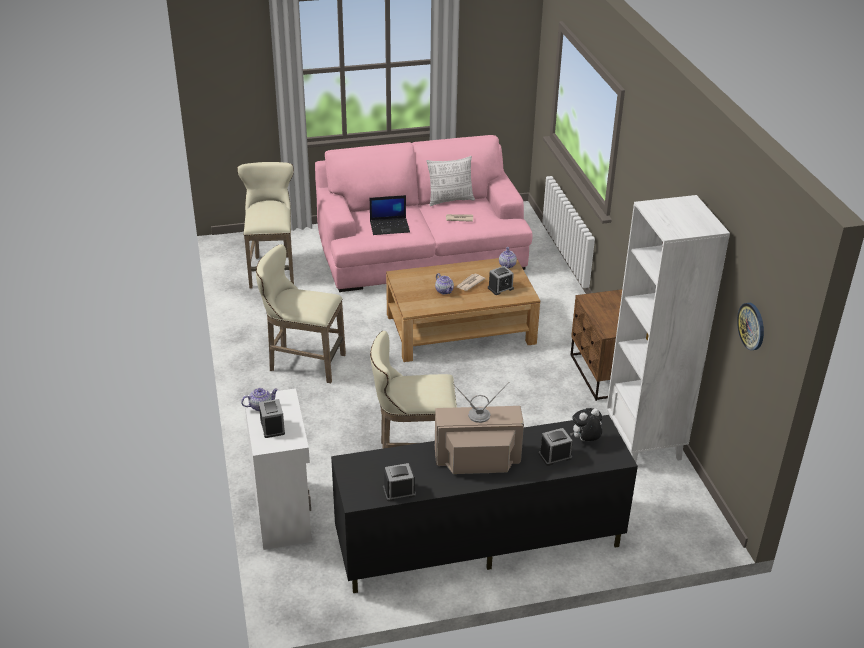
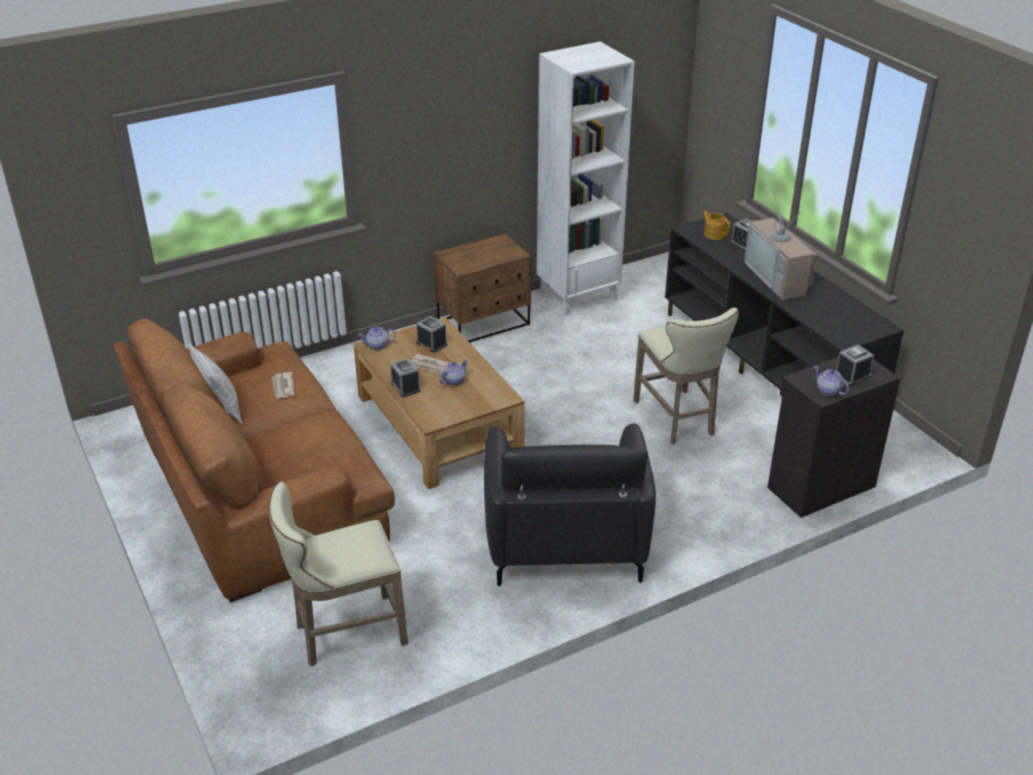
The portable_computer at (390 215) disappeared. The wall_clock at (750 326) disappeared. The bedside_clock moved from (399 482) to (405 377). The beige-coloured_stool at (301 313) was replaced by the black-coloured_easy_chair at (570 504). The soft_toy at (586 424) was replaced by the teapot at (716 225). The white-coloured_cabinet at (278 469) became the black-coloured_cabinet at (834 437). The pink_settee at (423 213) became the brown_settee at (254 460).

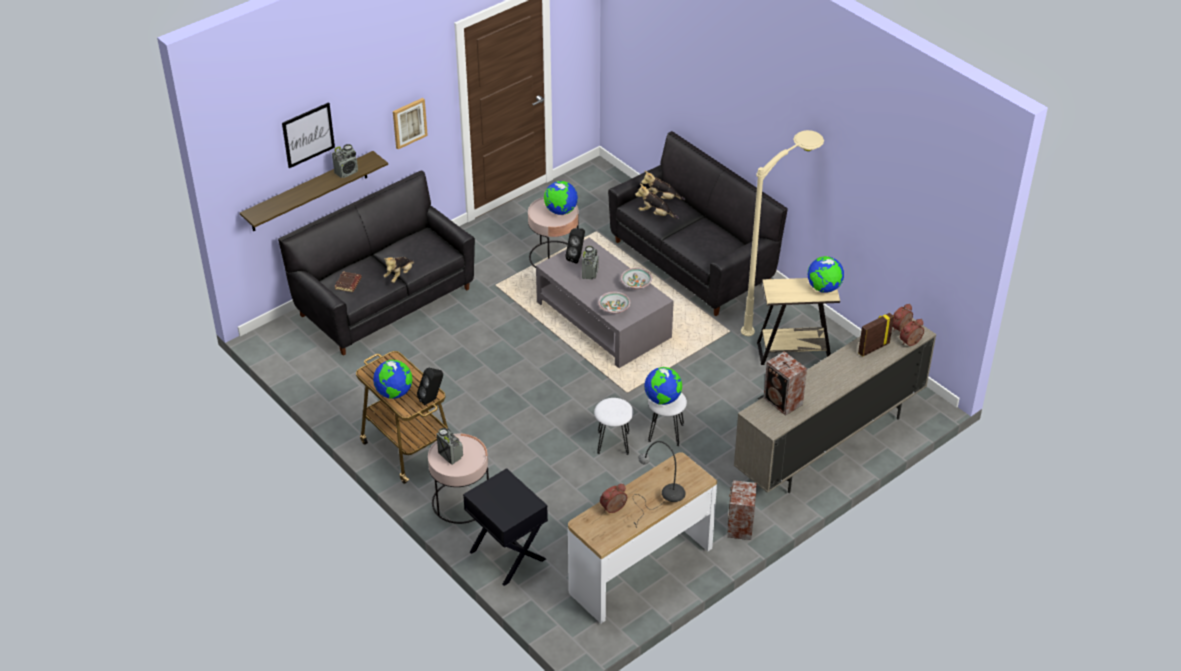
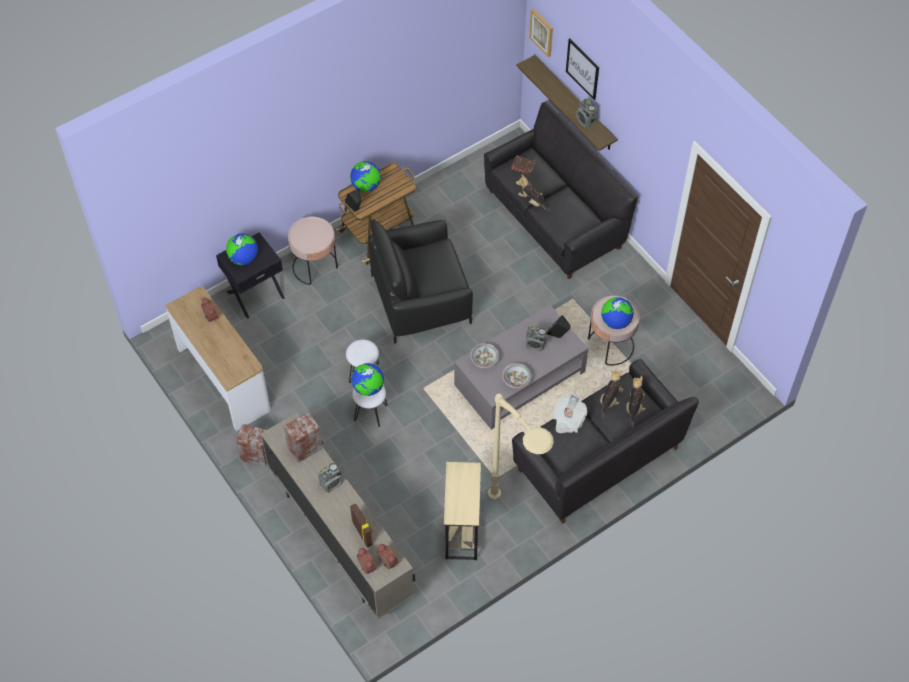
The greyish_tabletop_lamp at (659 484) disappeared. The black-coloured_easy_chair at (420 281) appeared. The daily_paper at (570 413) appeared. The picture moved from (410 123) to (541 33). The radio_set moved from (450 446) to (330 478). The desk_globe moved from (825 274) to (242 249).

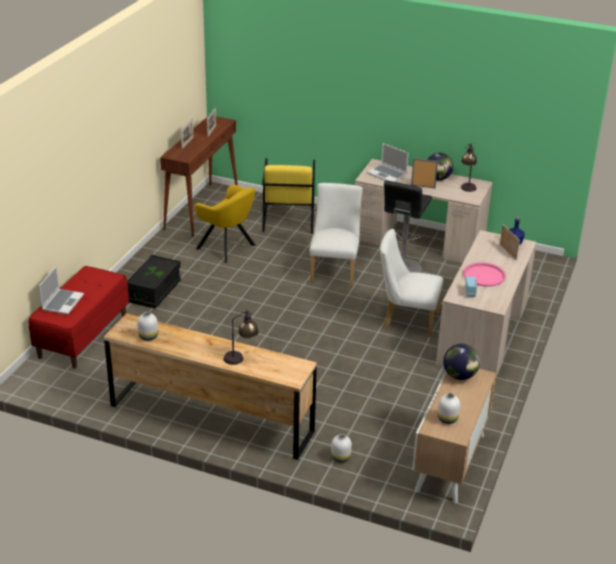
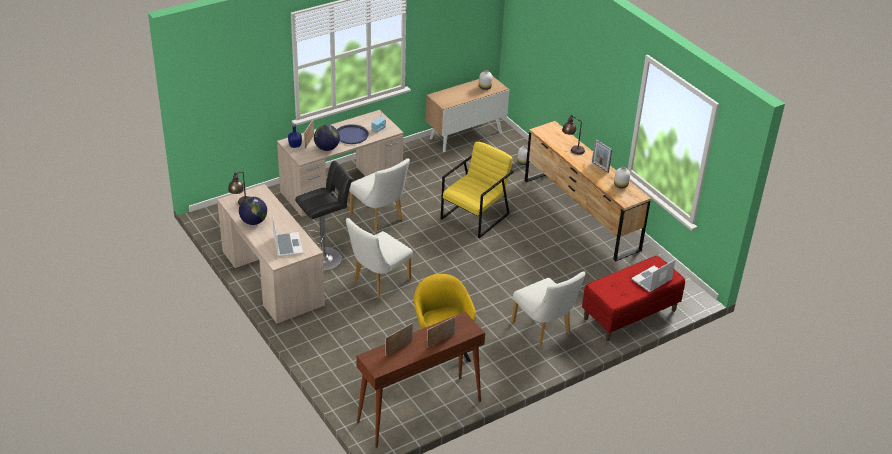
The yellow-coloured_easy_chair moved from (288 196) to (477 190). The picture_frame moved from (424 173) to (602 156). The desk_globe moved from (461 362) to (327 138). The black-coloured_storage_bin at (154 281) was replaced by the white-coloured_upright_chair at (549 309). The pink_carrying_tray at (484 274) became the blue_carrying_tray at (353 134).

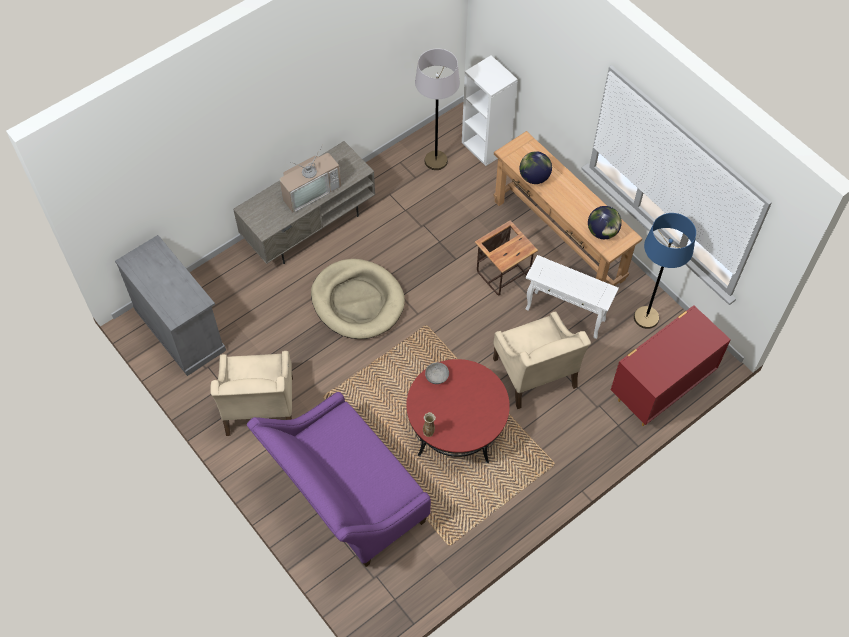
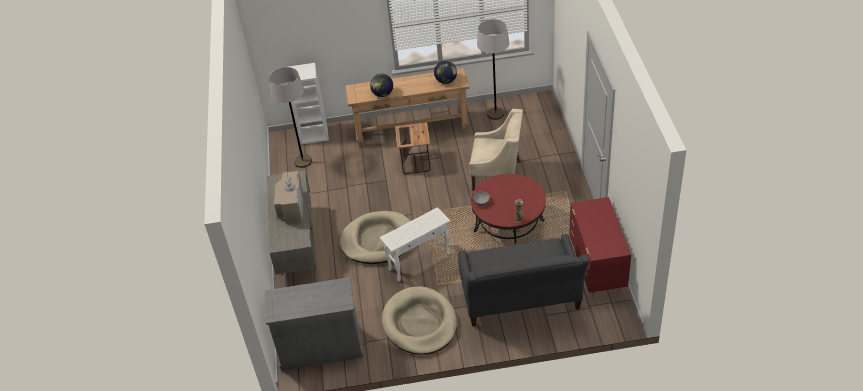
The white-coloured_side_table moved from (572 297) to (415 244). The red-coloured_chest_of_drawers moved from (671 365) to (600 247). The beige-coloured_easy_chair at (252 393) was replaced by the beige-coloured_pet_bed at (419 320). The purple_settee at (339 479) became the greyish_settee at (524 280). The blue_standing_lamp at (665 271) became the greyish_standing_lamp at (493 69).

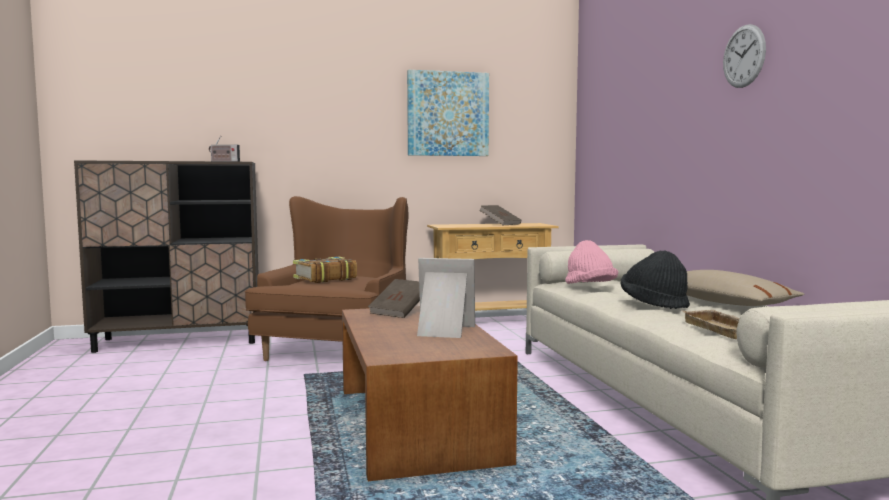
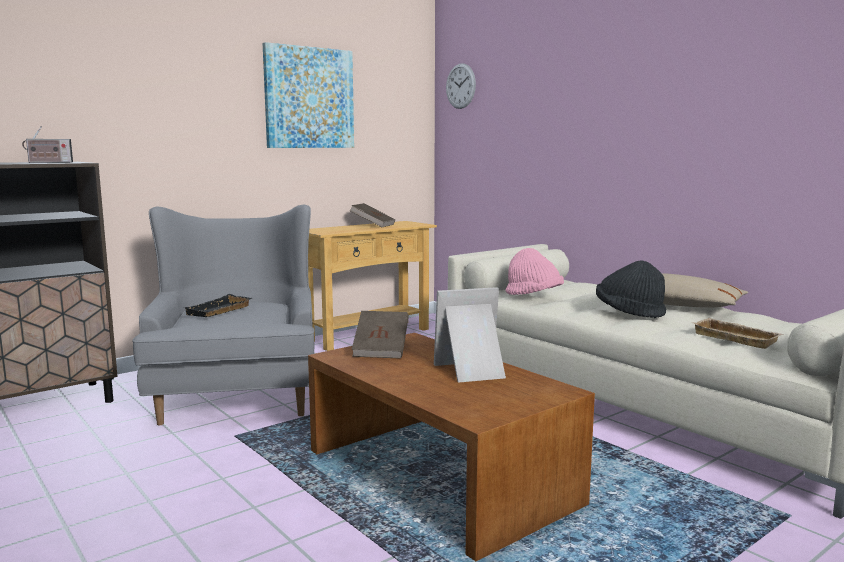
The wall_clock moved from (744 56) to (461 86). The volume at (325 270) was replaced by the black-coloured_carrying_tray at (217 305). The brown_easy_chair at (326 278) became the greyish_easy_chair at (223 315).

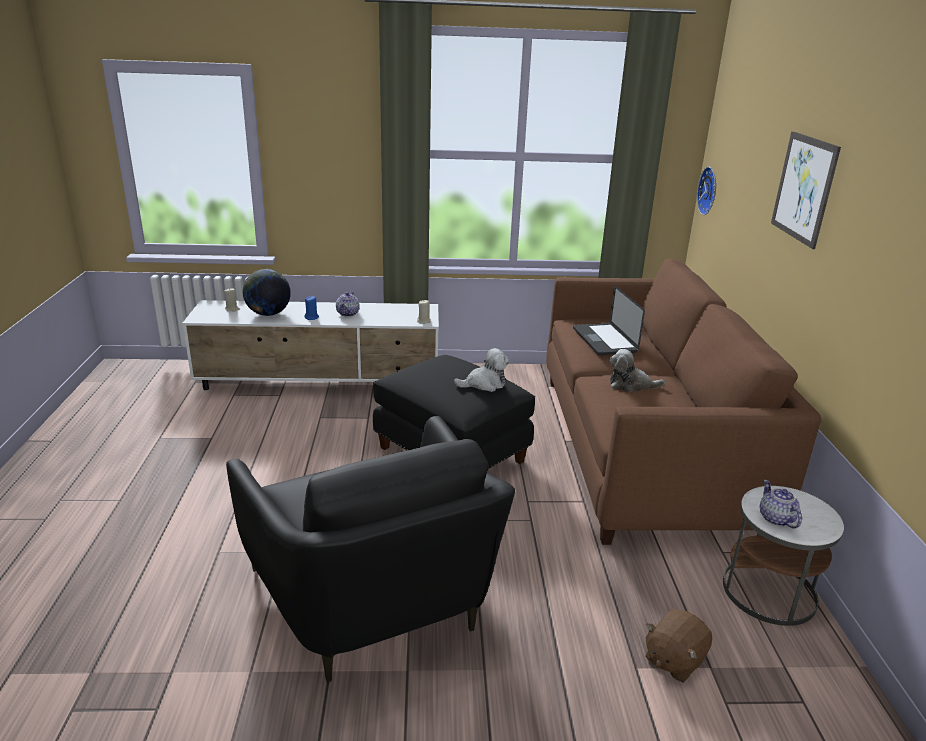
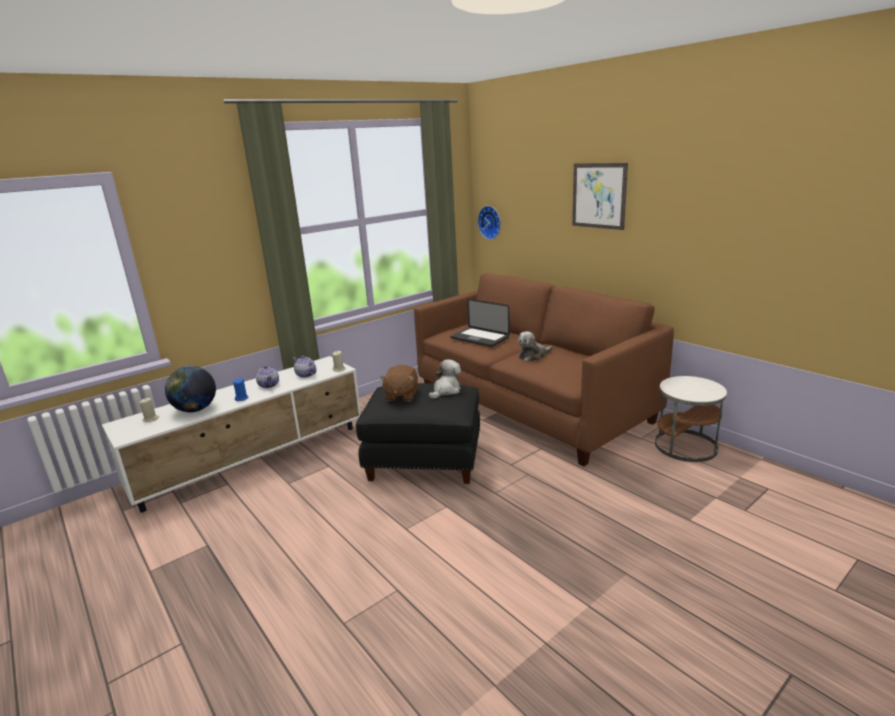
The black-coloured_easy_chair at (370 549) disappeared. The brown_soft_toy moved from (678 646) to (399 383). The teapot moved from (781 504) to (305 367).

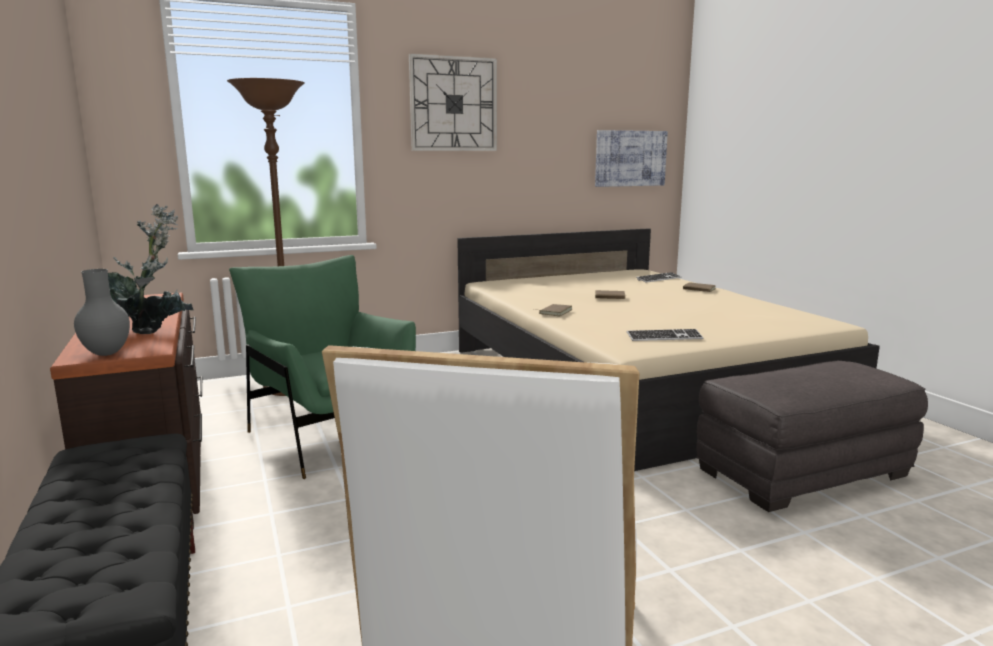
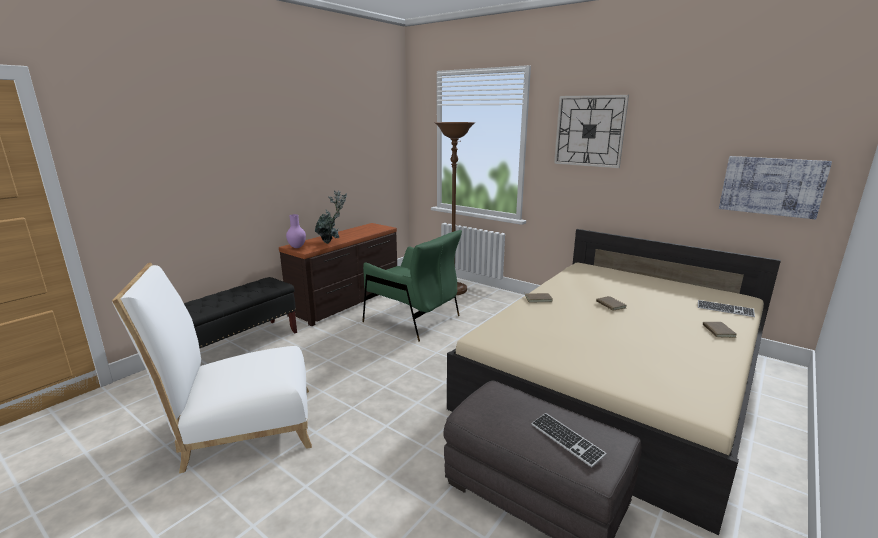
The computer_keyboard moved from (665 335) to (569 440). The greyish_flower_vase at (102 312) became the purple_flower_vase at (296 231). The green-coloured_easy_chair at (322 367) turned 105 degrees clockwise.

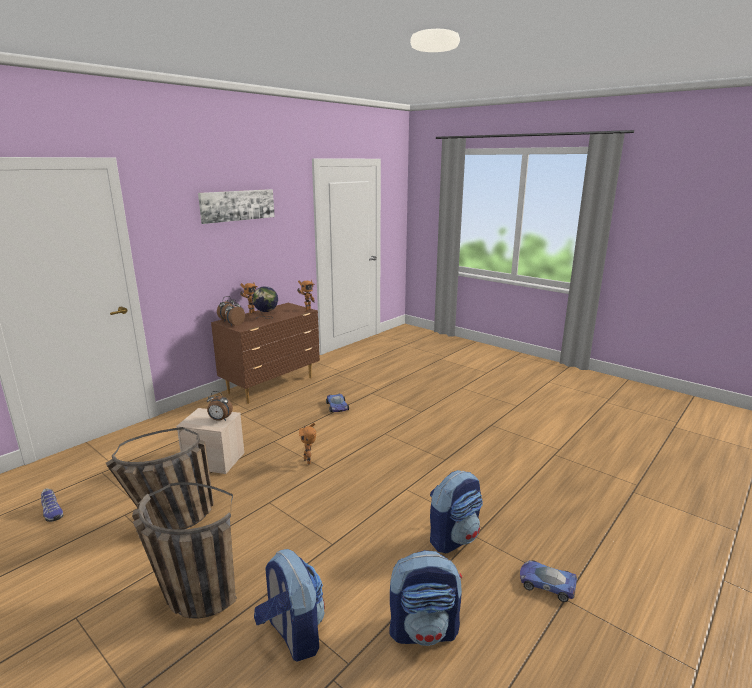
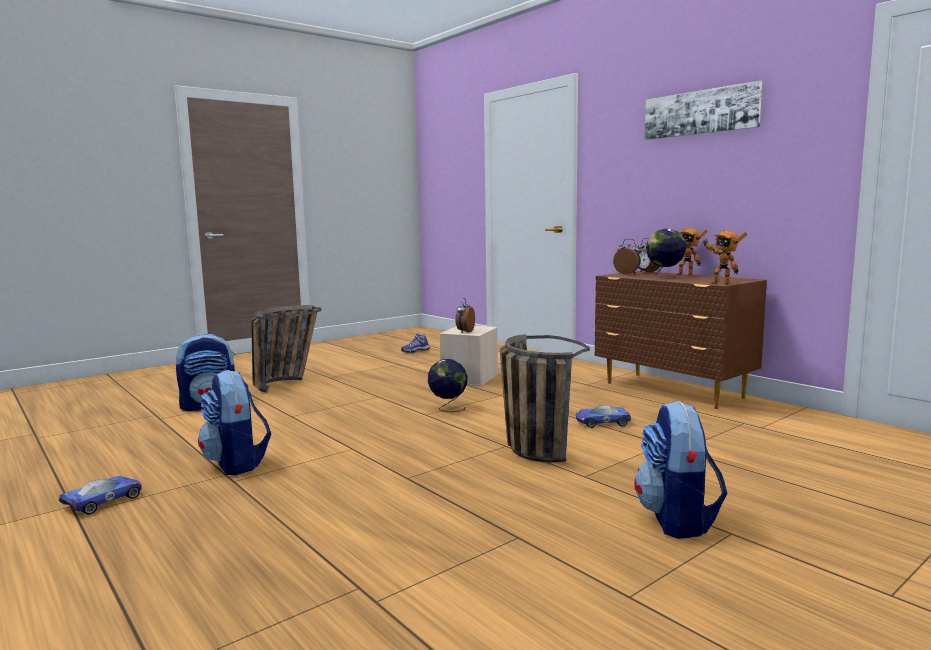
The basket moved from (159 478) to (545 398). The rucksack moved from (426 598) to (681 470). The model_robot at (307 443) was replaced by the desk_globe at (448 385).

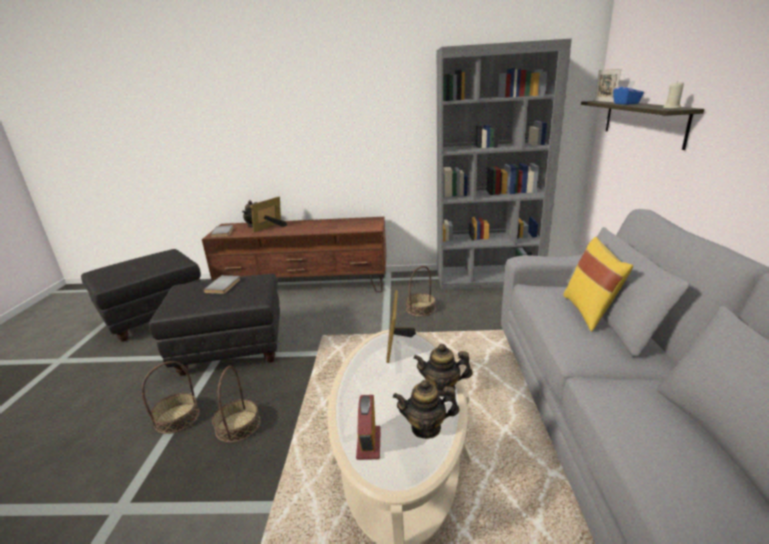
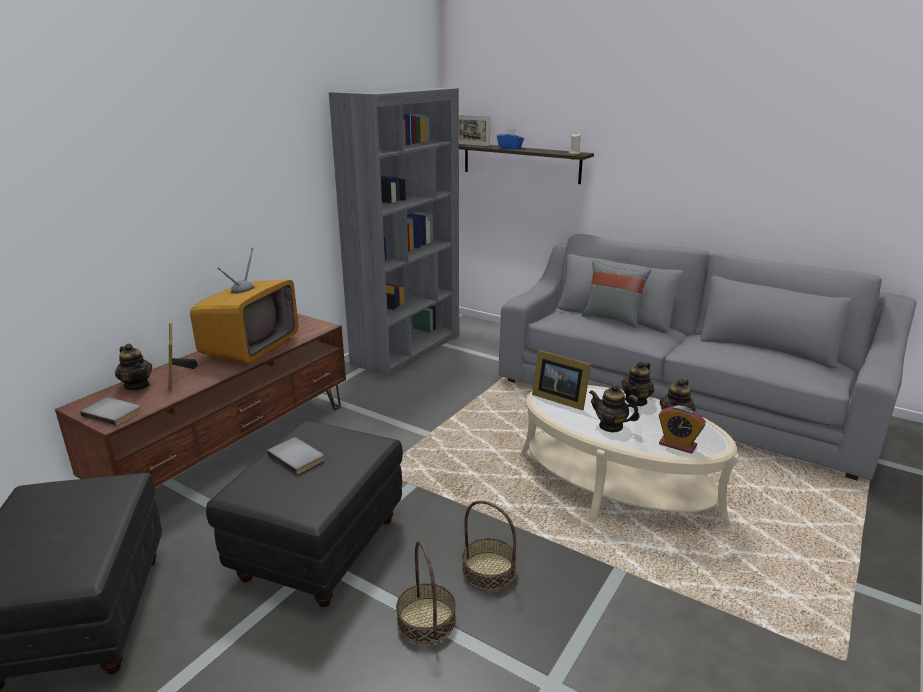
The basket at (421 291) disappeared. The television at (244 306) appeared. The teapot at (614 408) appeared. The yellow-coloured_pillow at (598 284) became the greyish_pillow at (616 294).

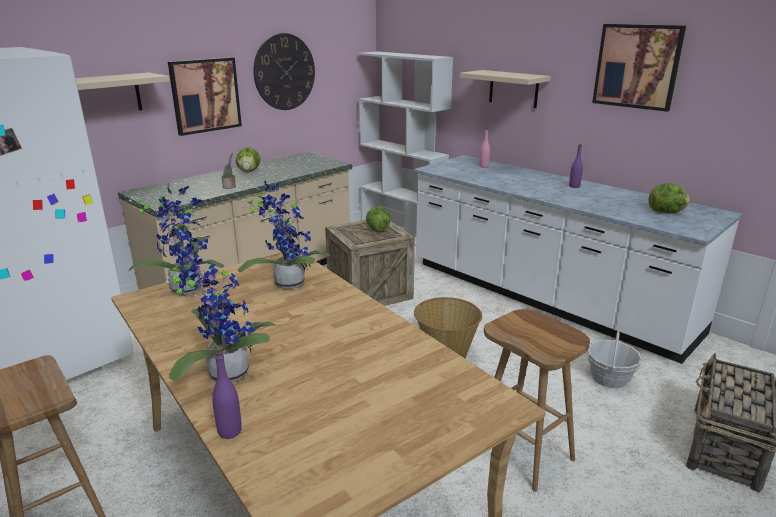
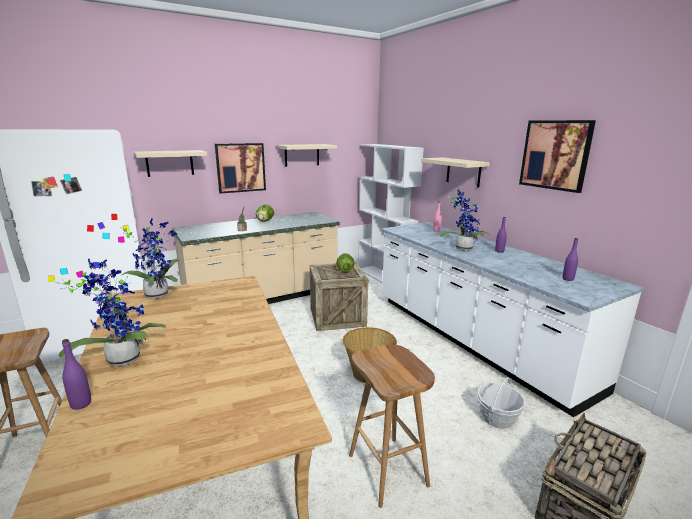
The potted_plant moved from (284 235) to (464 220). The wall_clock at (284 71) was replaced by the beige-coloured_wall_shelf at (307 155). The lettuce at (669 198) was replaced by the purple_beverage_bottle at (570 259).

